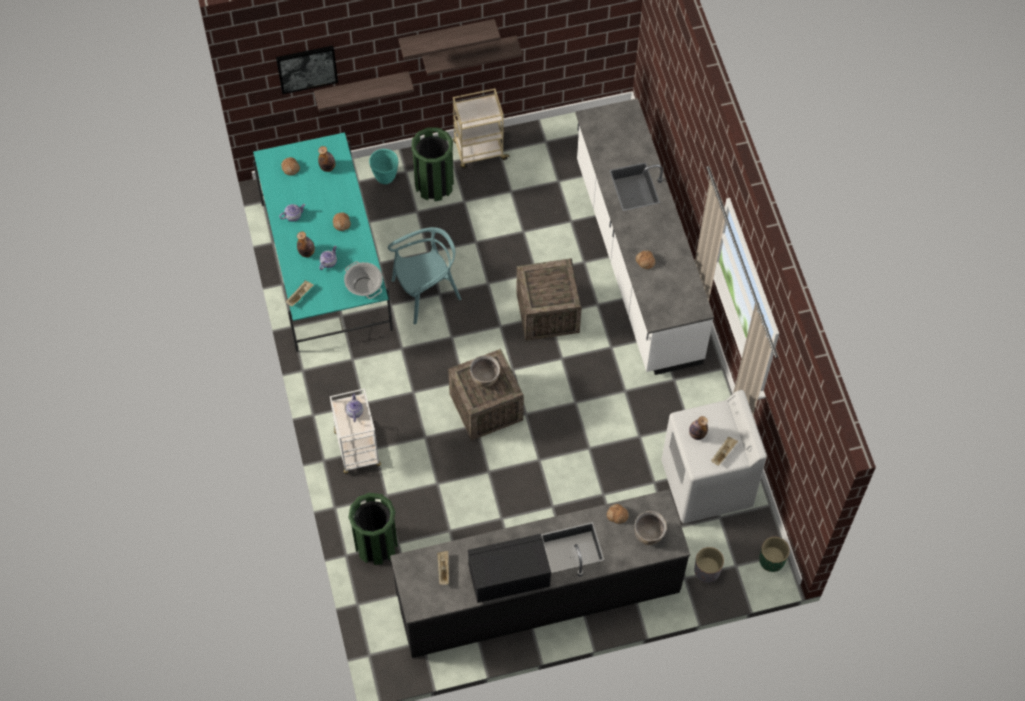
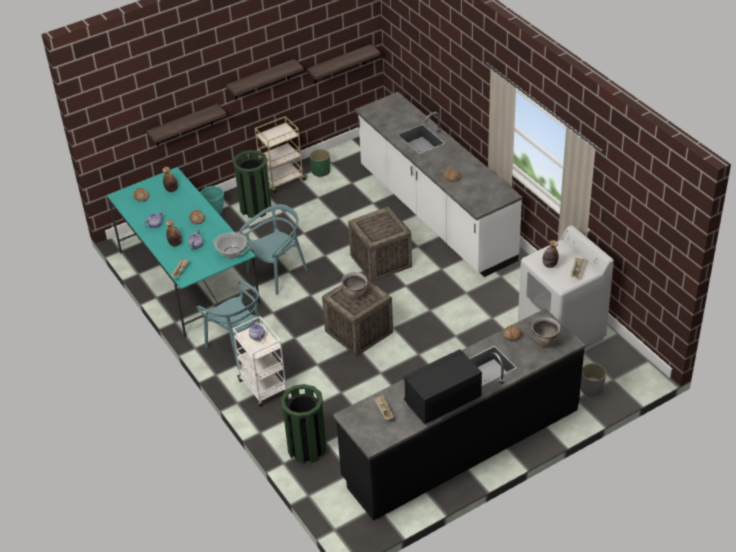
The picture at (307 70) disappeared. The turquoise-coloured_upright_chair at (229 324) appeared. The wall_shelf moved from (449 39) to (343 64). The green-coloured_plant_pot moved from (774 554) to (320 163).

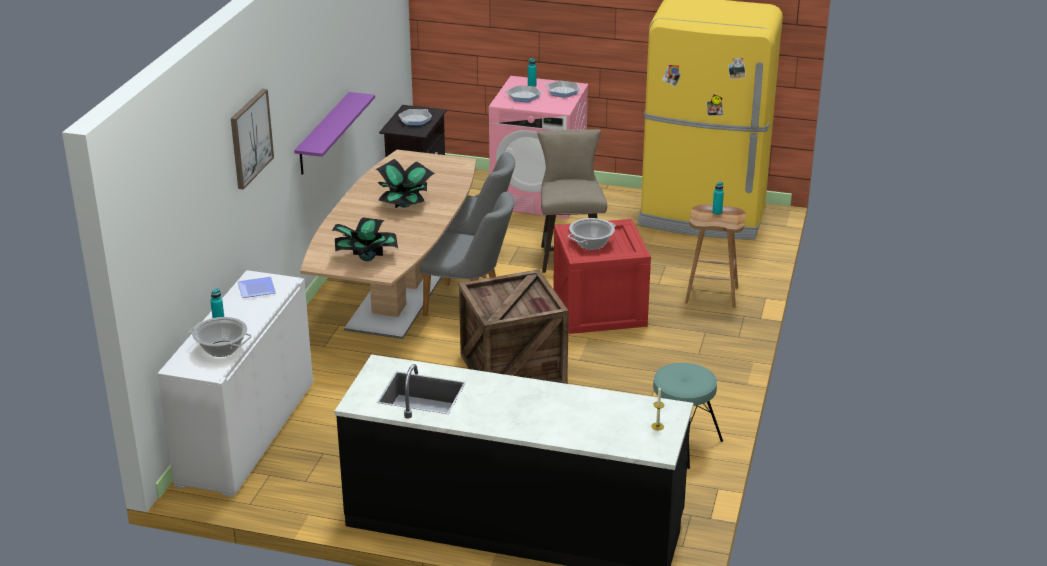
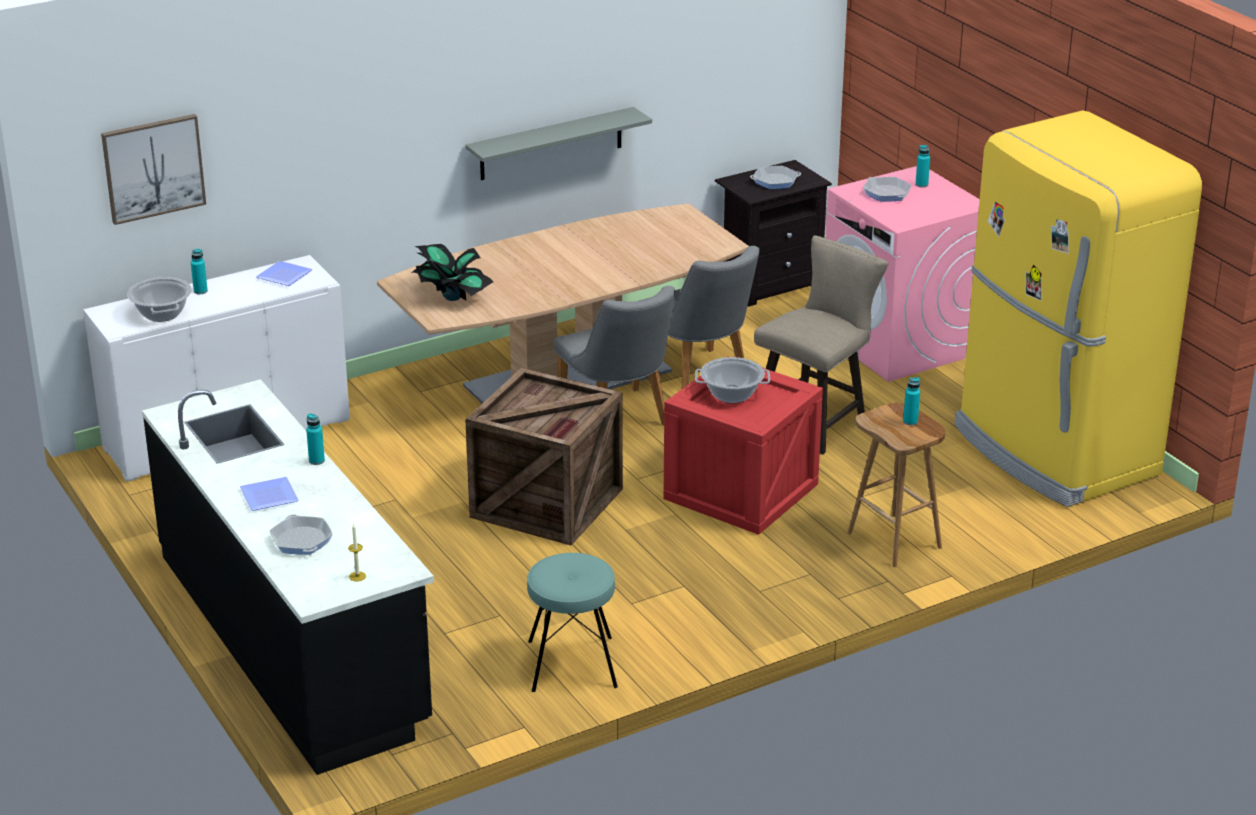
The potted_plant at (405 183) disappeared. The dinner_plate at (269 494) appeared. The turquoise-coloured_beverage_bottle at (315 439) appeared. The picture moved from (252 139) to (153 169). The pan moved from (563 89) to (301 534). The purple_wall_shelf at (334 133) became the greyish_wall_shelf at (558 143).

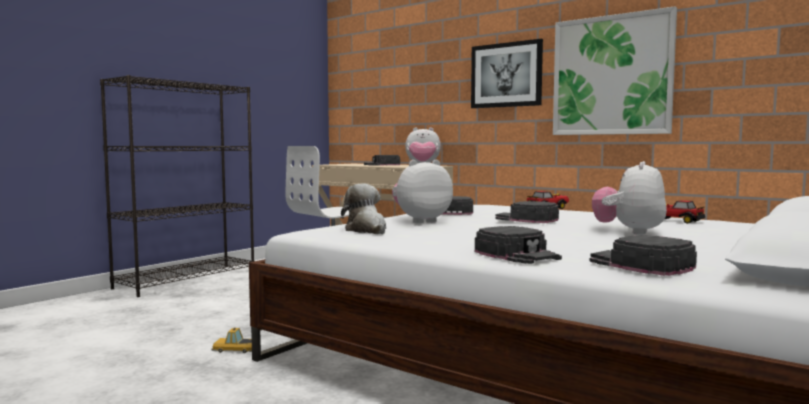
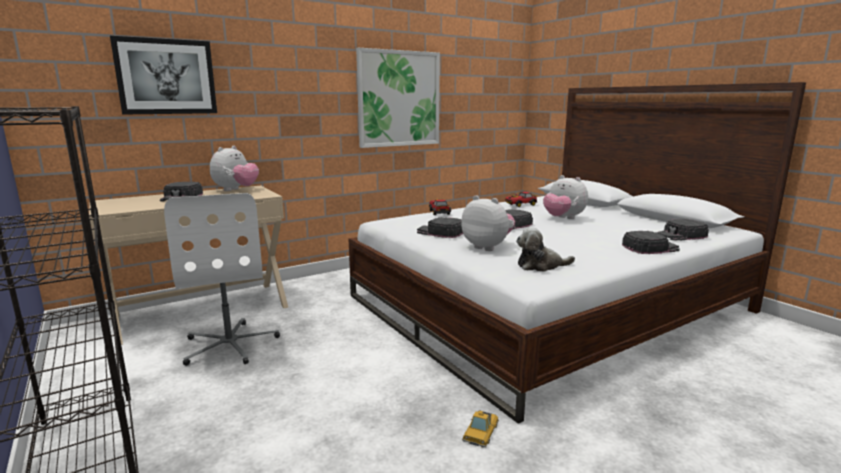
The picture moved from (507 73) to (163 75). The soft_toy at (422 191) turned 135 degrees clockwise.

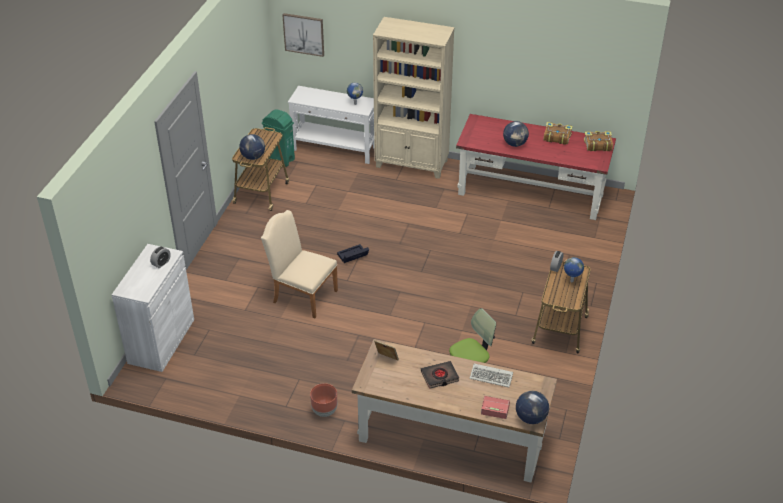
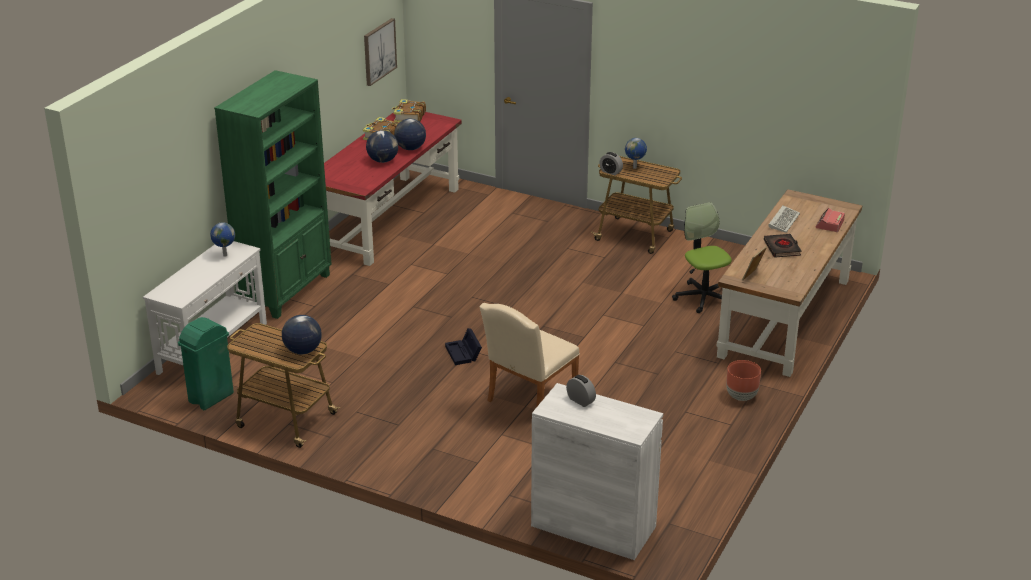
The picture moved from (303 35) to (380 52). The desk_globe moved from (532 407) to (410 134). The beige-coloured_shelving_unit at (413 98) became the green-coloured_shelving_unit at (273 194).

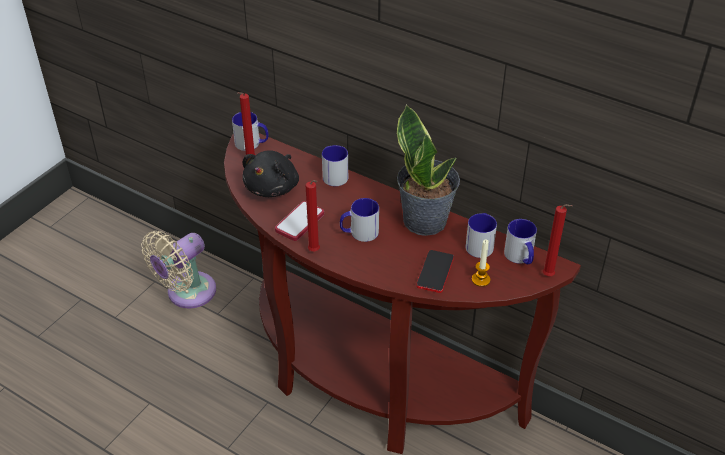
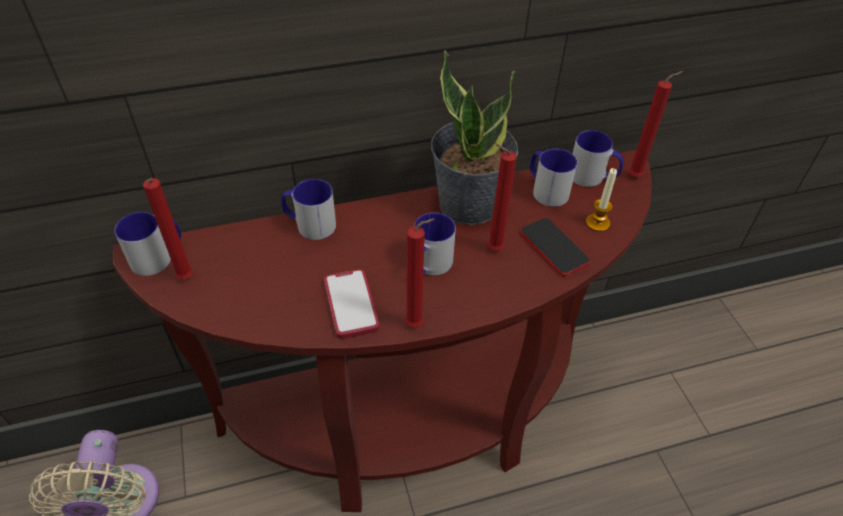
The black-coloured_soft_toy at (270 173) disappeared. The red-coloured_wax_candle at (502 197) appeared.

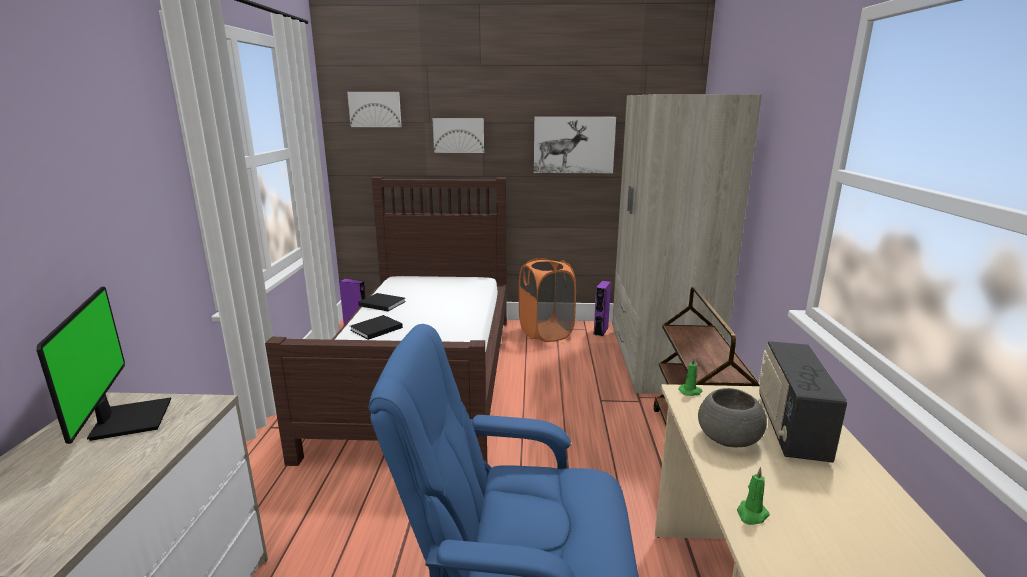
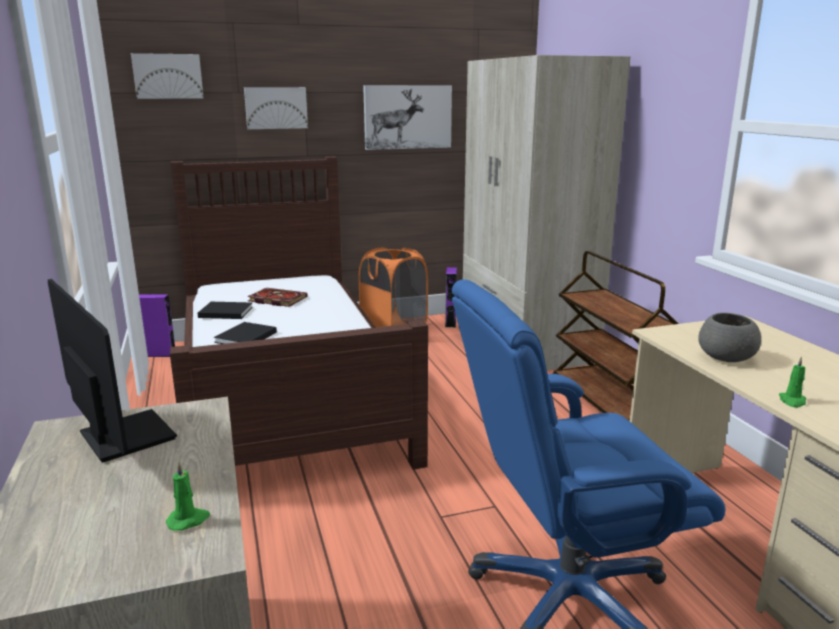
The radio_set at (803 402) disappeared. The volume at (277 297) appeared. The green-coloured_wax_candle moved from (690 376) to (188 496).

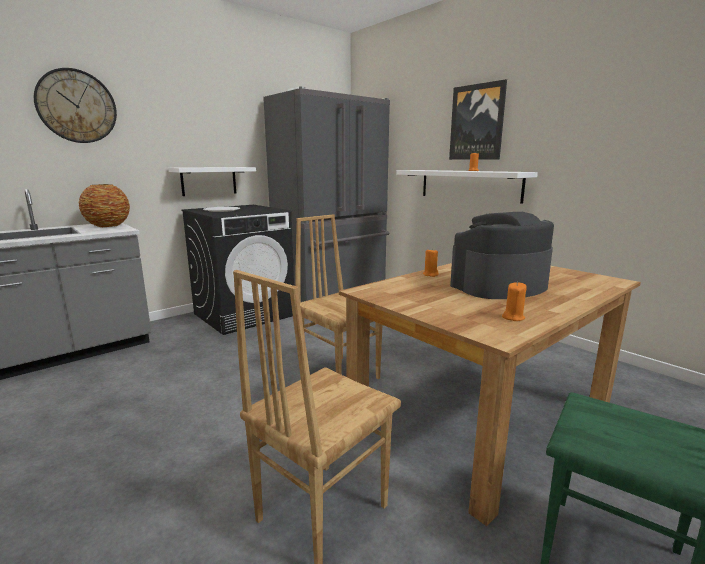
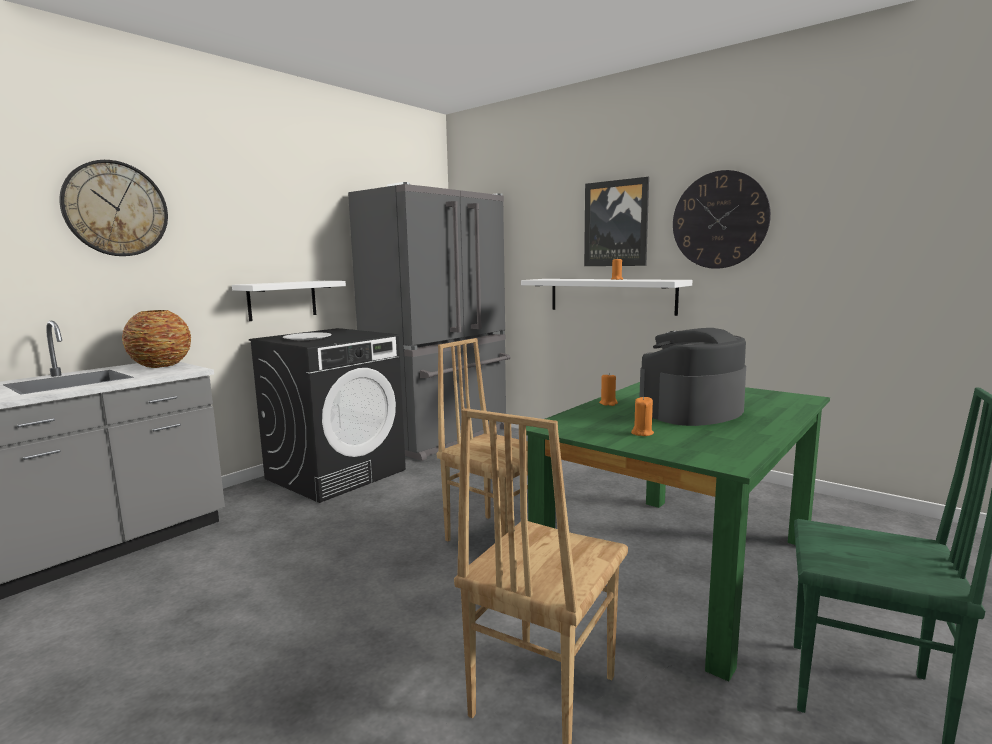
The wall_clock at (722 219) appeared. The orangey_wax_candle moved from (514 301) to (642 416). The brown_kitchen_table at (490 394) became the green-coloured_kitchen_table at (678 532).

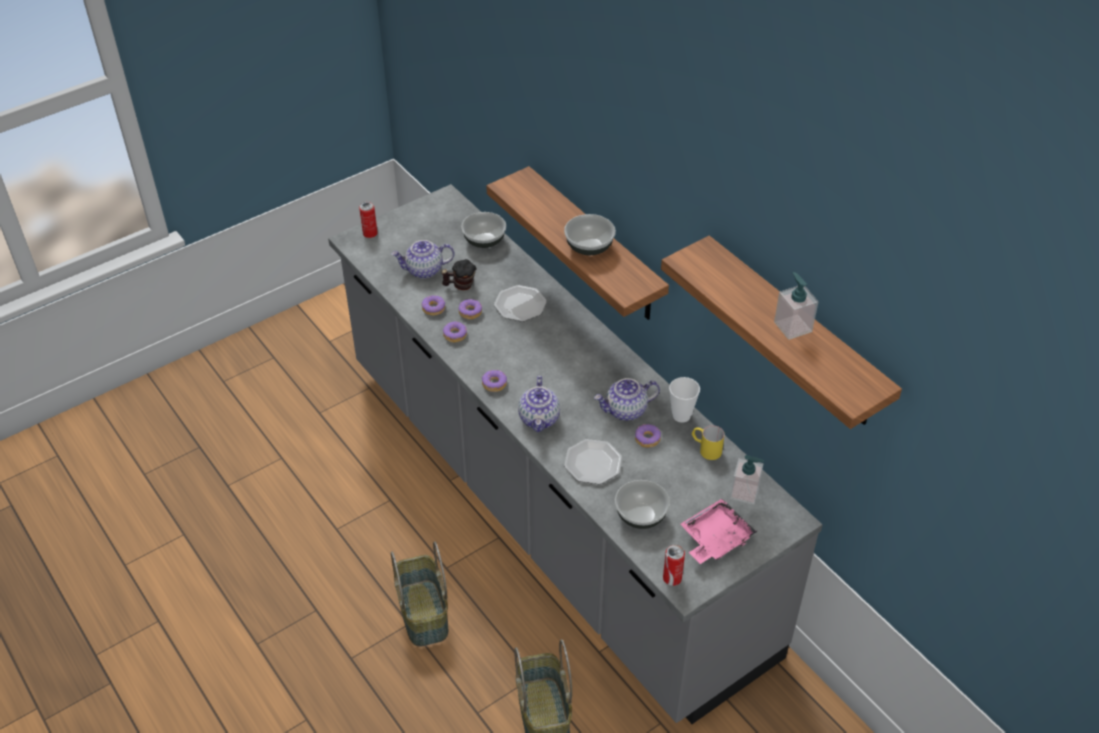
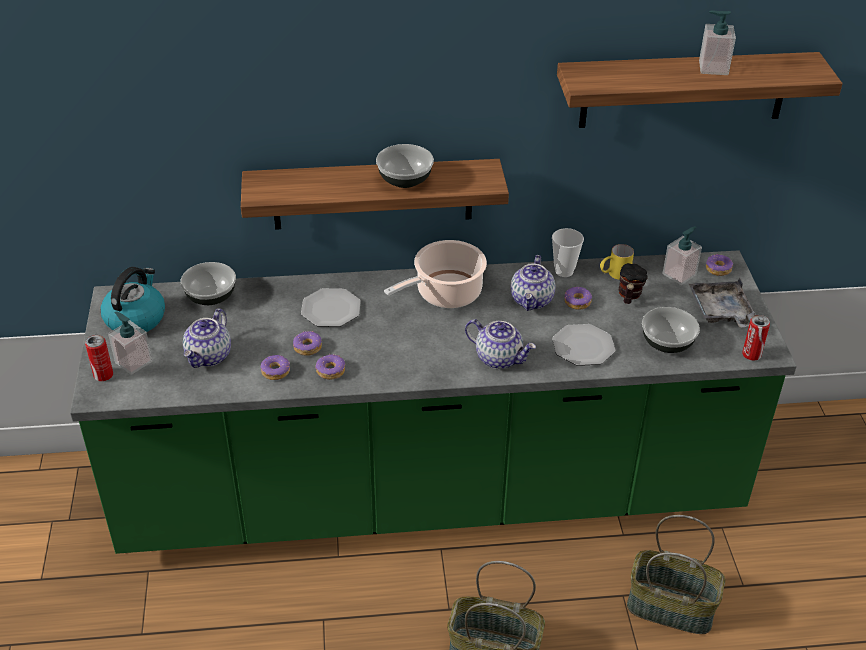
The tea_kettle at (133 299) appeared. The liquid_soap_bottle at (130 343) appeared. The stockpot at (435 274) appeared. The tea_mug moved from (459 274) to (633 283). The donut moved from (494 381) to (719 265). The greyish_counter at (575 454) became the green-coloured_counter at (433 402). The pink_carrying_tray at (718 531) became the greyish_carrying_tray at (722 302).

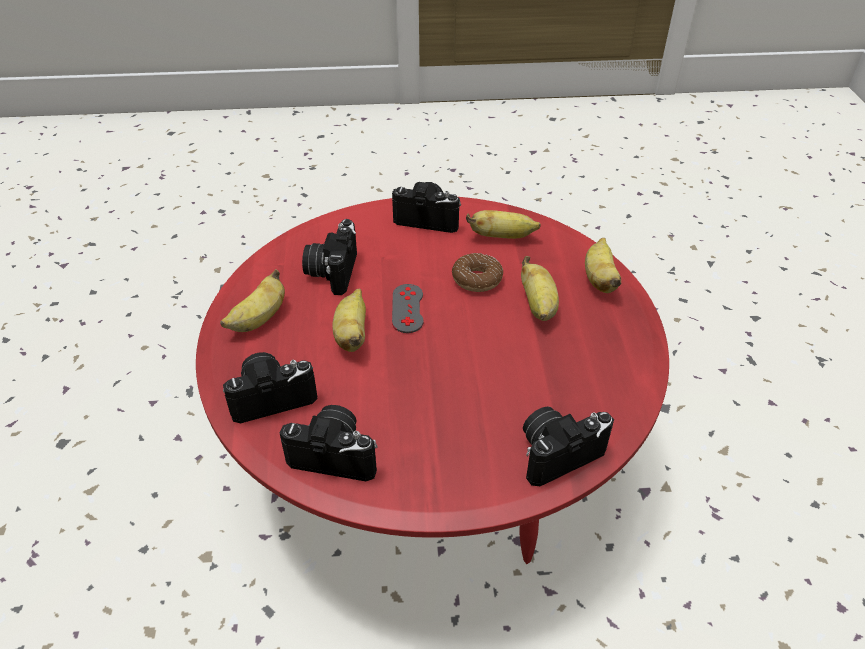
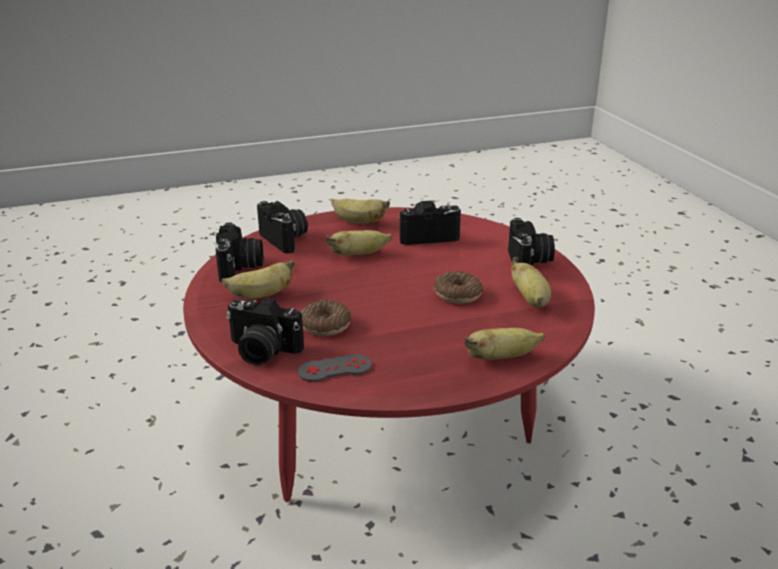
The donut at (326 318) appeared. The greyish_joypad moved from (408 308) to (335 368). The banana moved from (540 288) to (258 279). The still_camera at (568 446) turned 150 degrees clockwise.

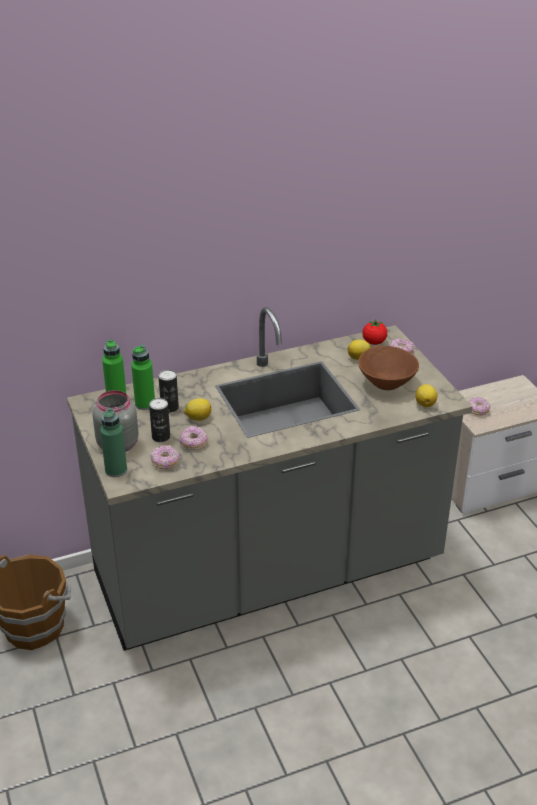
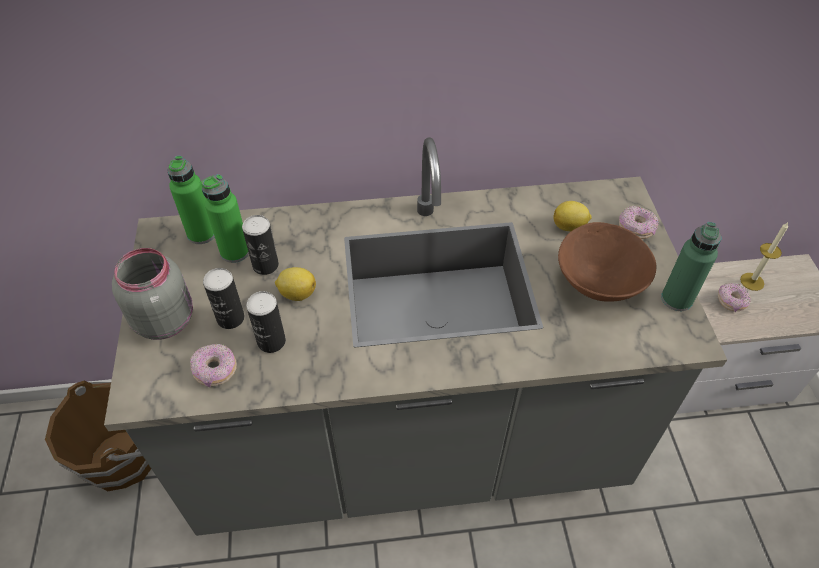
The whole_tomato at (374 332) disappeared. The lemon at (426 395) disappeared. The wax_candle at (764 256) appeared. The green-coloured_beverage_bottle moved from (113 442) to (691 266). The donut at (194 438) was replaced by the can at (266 322).

